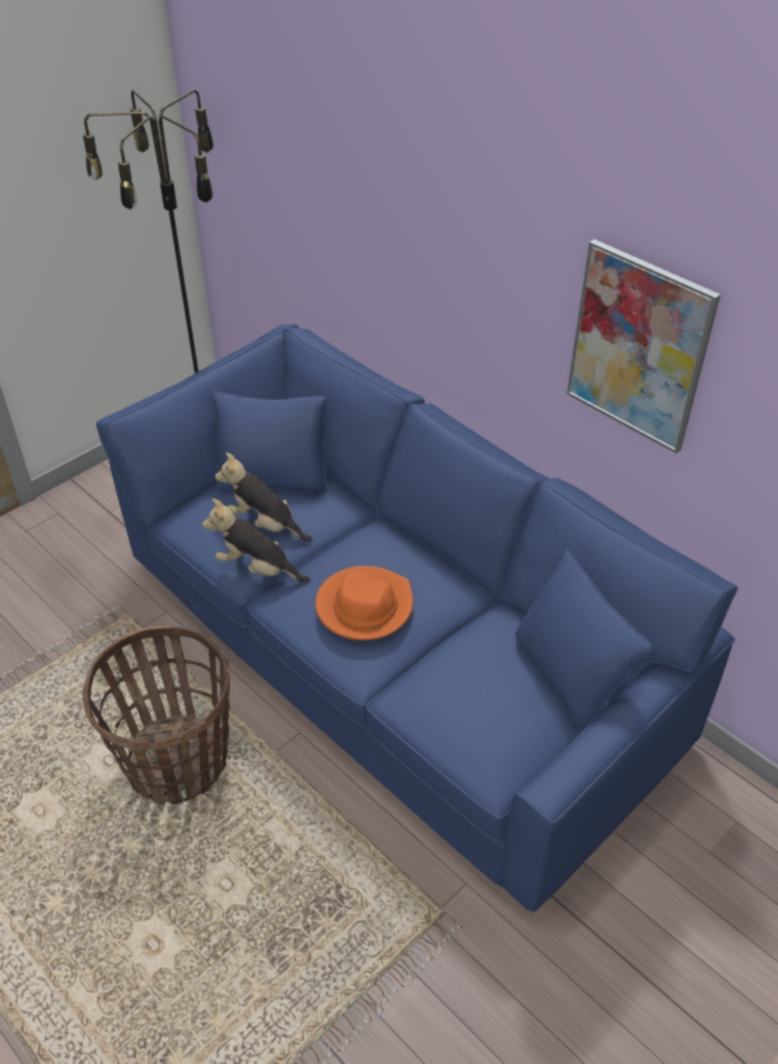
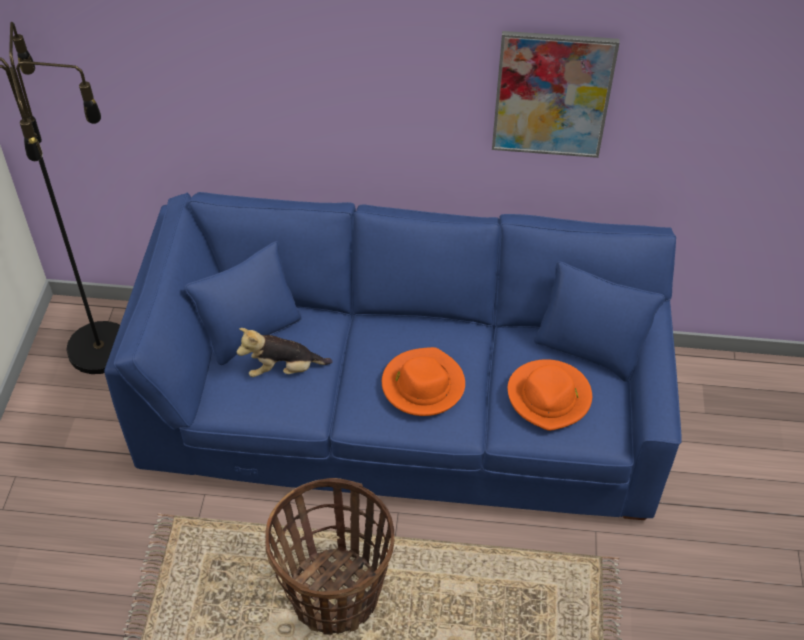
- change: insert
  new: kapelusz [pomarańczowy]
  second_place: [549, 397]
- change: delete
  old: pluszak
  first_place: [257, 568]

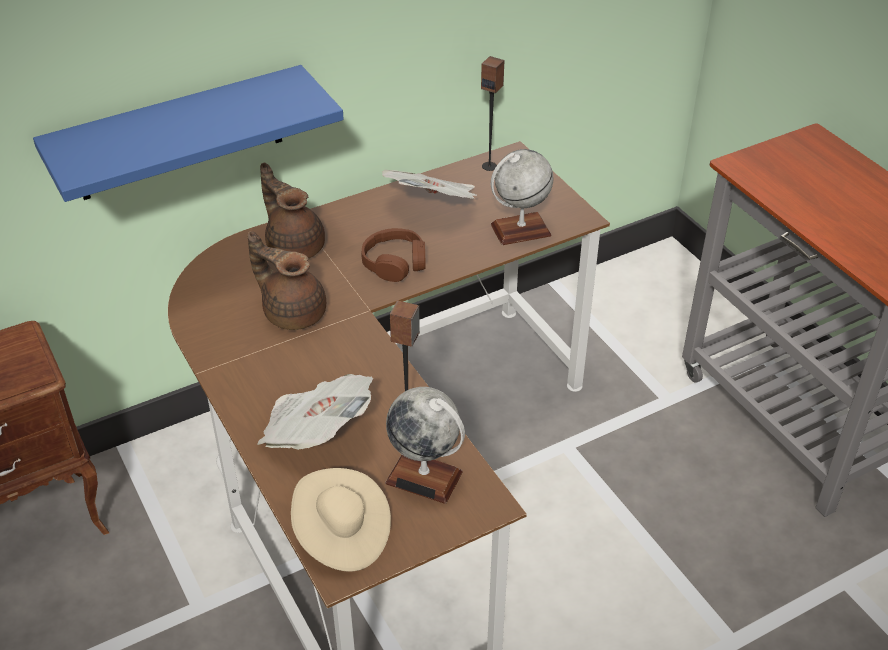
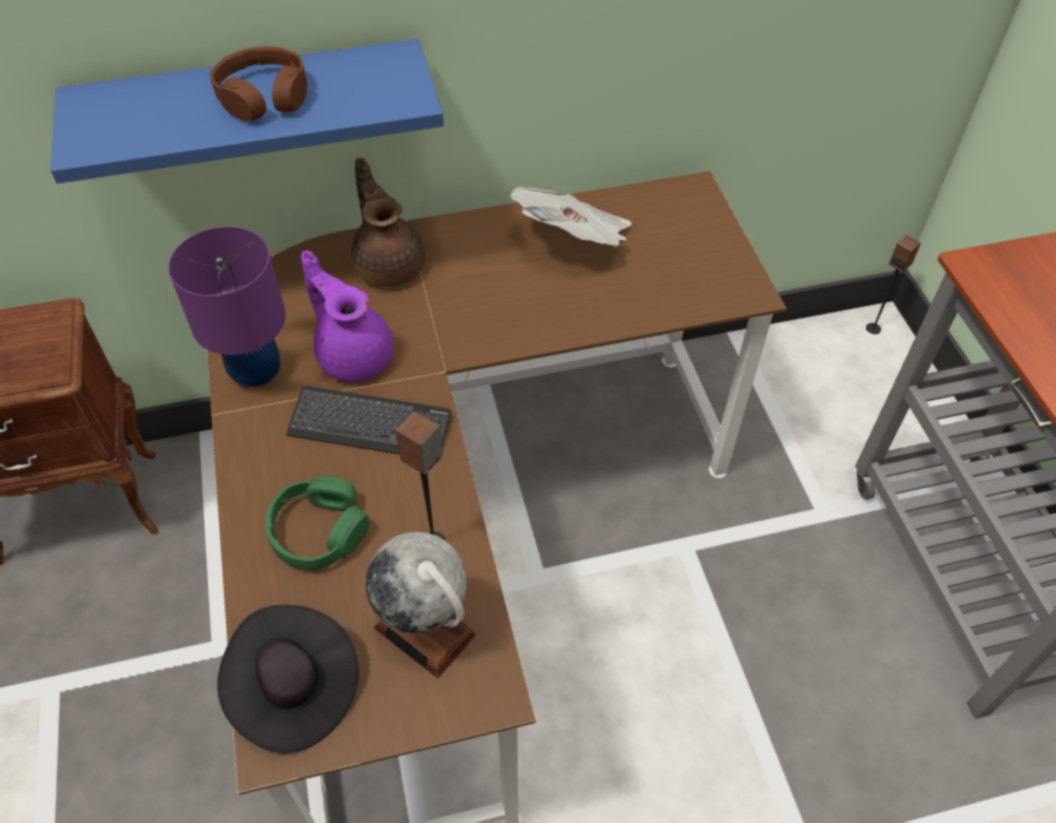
- change: insert
  new: lampa stołowa [fioletowy]
  second_place: [255, 371]
- change: move
  old: słuchawki [brązowy]
  first_place: [395, 263]
  second_place: [264, 97]
- change: recolor
  old: kapelusz [beżowy]
  new: kapelusz [czarny]
  first_place: [341, 535]
  second_place: [293, 690]
- change: replace
  old: gazeta
  new: słuchawki [zielony]
  first_place: [316, 432]
  second_place: [319, 531]
- change: insert
  new: klawiatura
  second_place: [370, 425]
- change: recolor
  old: imbryk [brązowy]
  new: imbryk [fioletowy]
  first_place: [293, 312]
  second_place: [354, 354]
- change: move
  old: głośnik
  first_place: [489, 166]
  second_place: [873, 328]
- change: delete
  old: globus
  first_place: [520, 230]

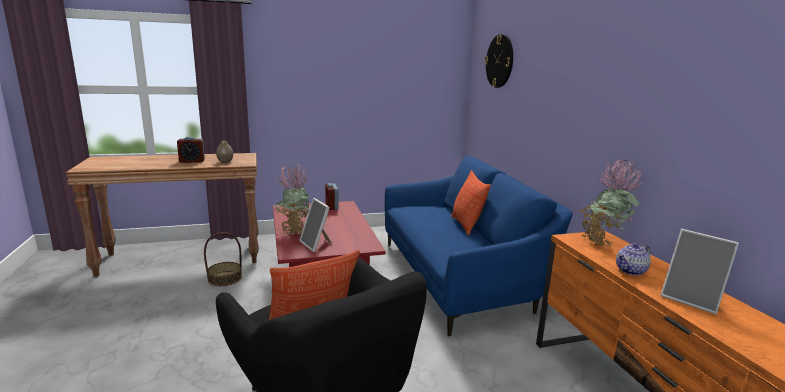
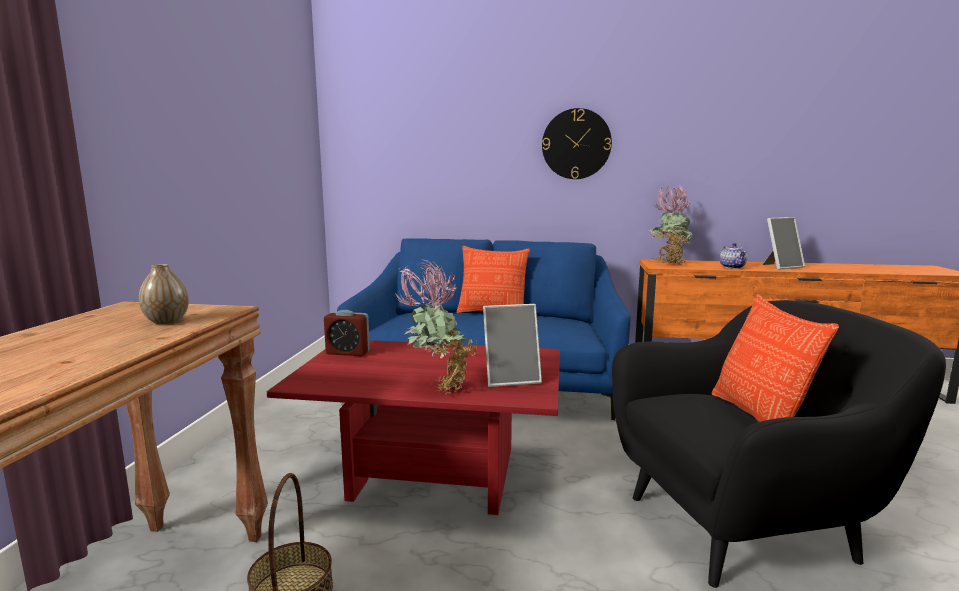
- change: move
  old: zegar ścienny
  first_place: [499, 61]
  second_place: [576, 144]
- change: delete
  old: budzik
  first_place: [192, 161]

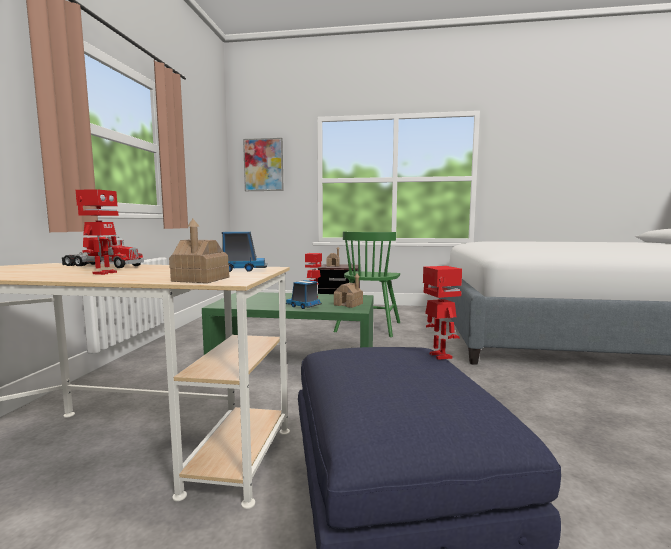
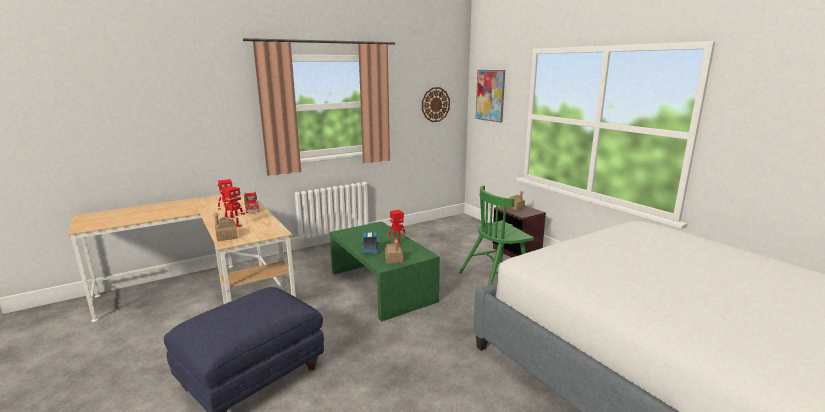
- change: move
  old: robot zabawkowy
  first_place: [439, 356]
  second_place: [235, 226]
- change: insert
  new: zegar ścienny
  second_place: [435, 104]
- change: delete
  old: ciężarówka zabawkowa
  first_place: [241, 269]

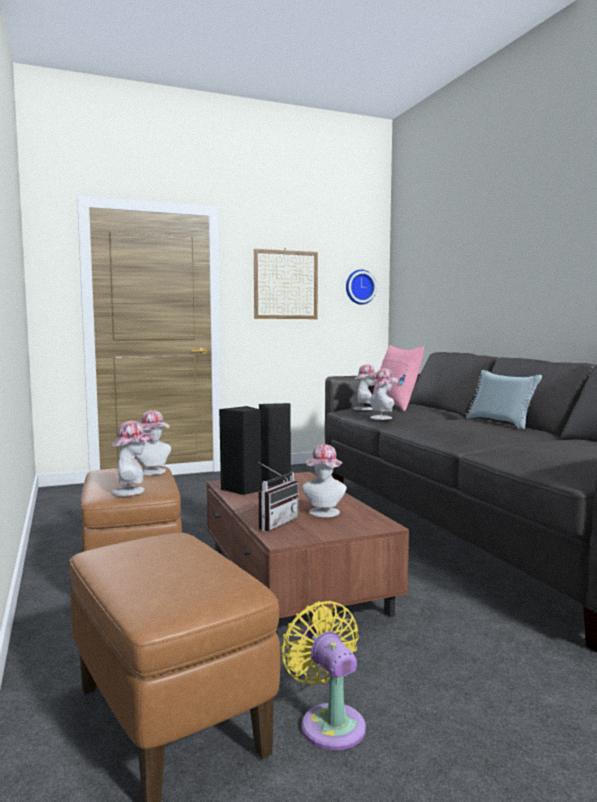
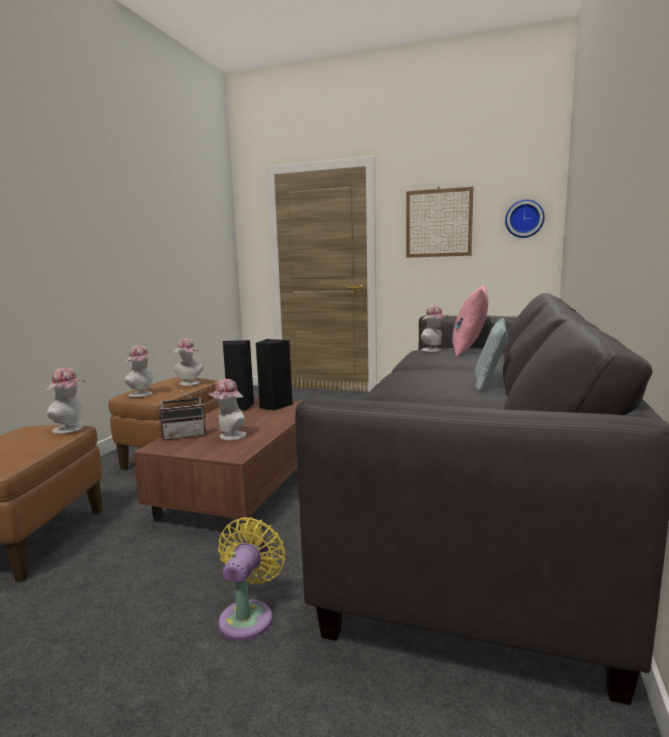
- change: move
  old: kapelusz
  first_place: [383, 417]
  second_place: [71, 429]
- change: move
  old: wentylator [żółty]
  first_place: [329, 722]
  second_place: [248, 616]

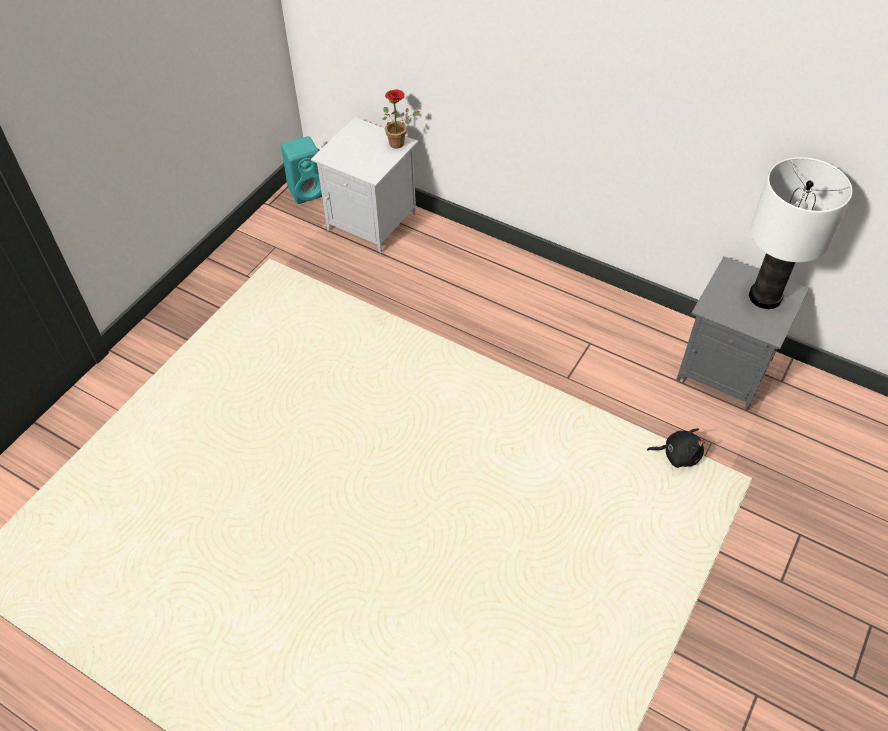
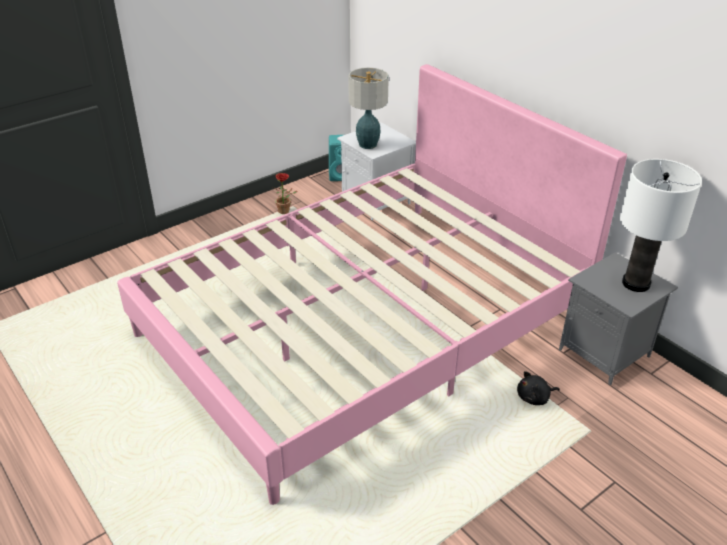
- change: insert
  new: łóżko [różowy]
  second_place: [364, 325]
- change: move
  old: roślina doniczkowa
  first_place: [400, 143]
  second_place: [286, 212]
- change: insert
  new: lampa stołowa
  second_place: [367, 144]
- change: rotate
  old: pluszak [czarny]
  first_place: [678, 455]
  second_place: [534, 398]
  degrees: 135

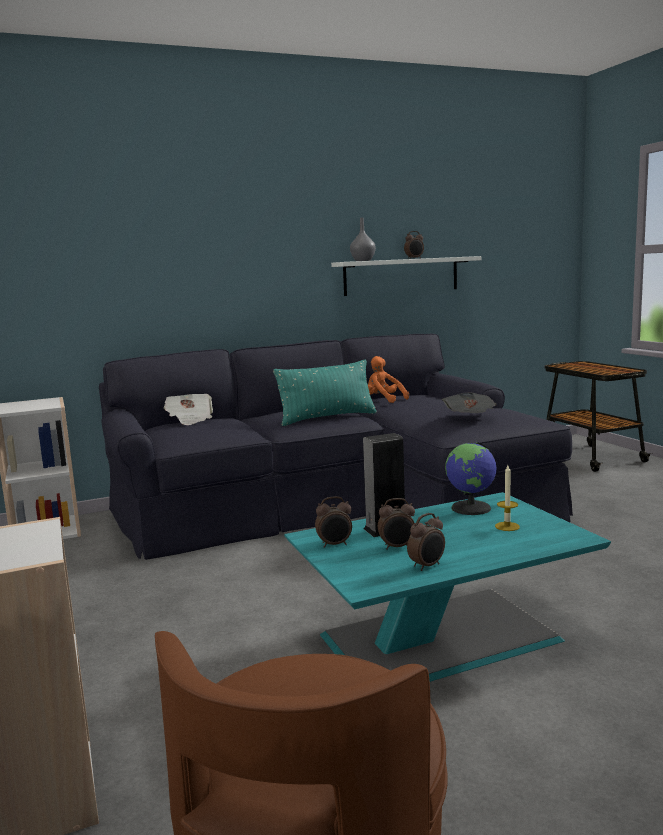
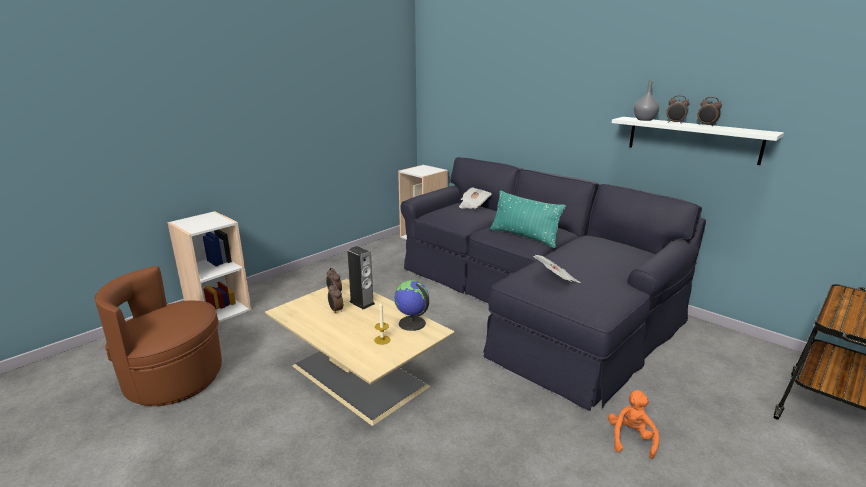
- change: recolor
  old: ława [turkusowy]
  new: ława [beżowy]
  first_place: [443, 636]
  second_place: [361, 376]
- change: move
  old: pluszak [pomarańczowy]
  first_place: [383, 400]
  second_place: [630, 439]
- change: move
  old: budzik
  first_place: [427, 566]
  second_place: [675, 123]

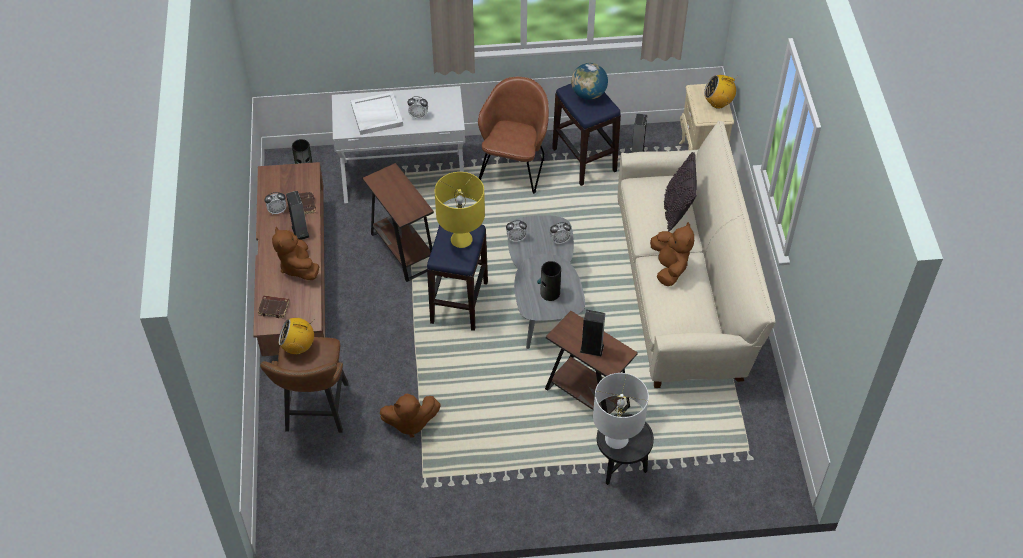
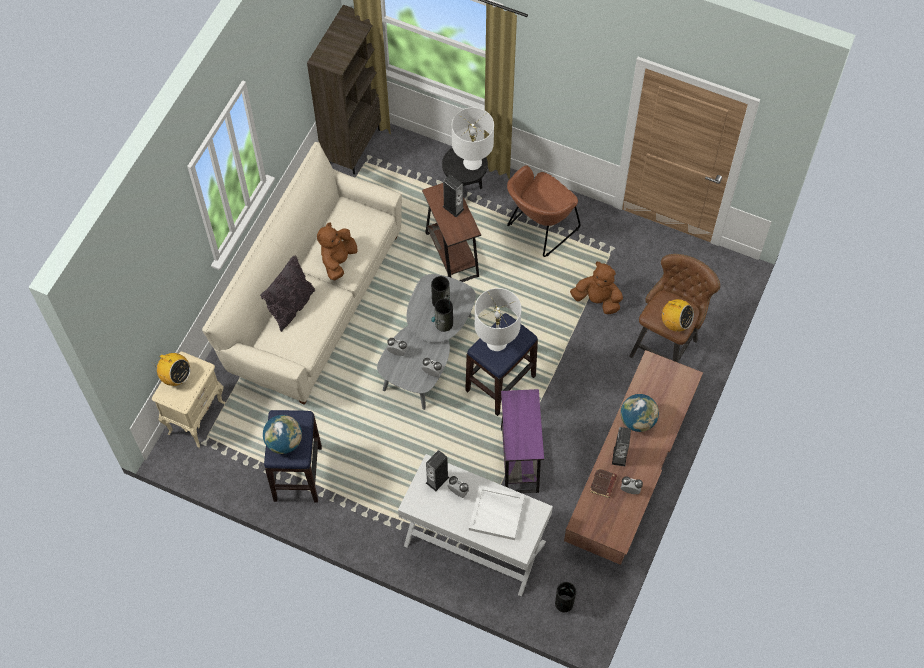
- change: insert
  new: regał [brązowy]
  second_place: [354, 146]
- change: move
  old: głośnik
  first_place: [637, 152]
  second_place: [437, 480]
- change: insert
  new: wazon
  second_place: [444, 324]
- change: recolor
  old: lampa stołowa [żółty]
  new: lampa stołowa [biały]
  first_place: [461, 241]
  second_place: [496, 343]
- change: recolor
  old: stolik [brązowy]
  new: stolik [fioletowy]
  first_place: [403, 250]
  second_place: [519, 459]
- change: move
  old: fotel [brązowy]
  first_place: [514, 167]
  second_place: [539, 228]
- change: replace
  old: pluszak [brązowy]
  new: globus
  first_place: [298, 266]
  second_place: [637, 420]
- change: delete
  old: książka [brązowy]
  first_place: [274, 308]

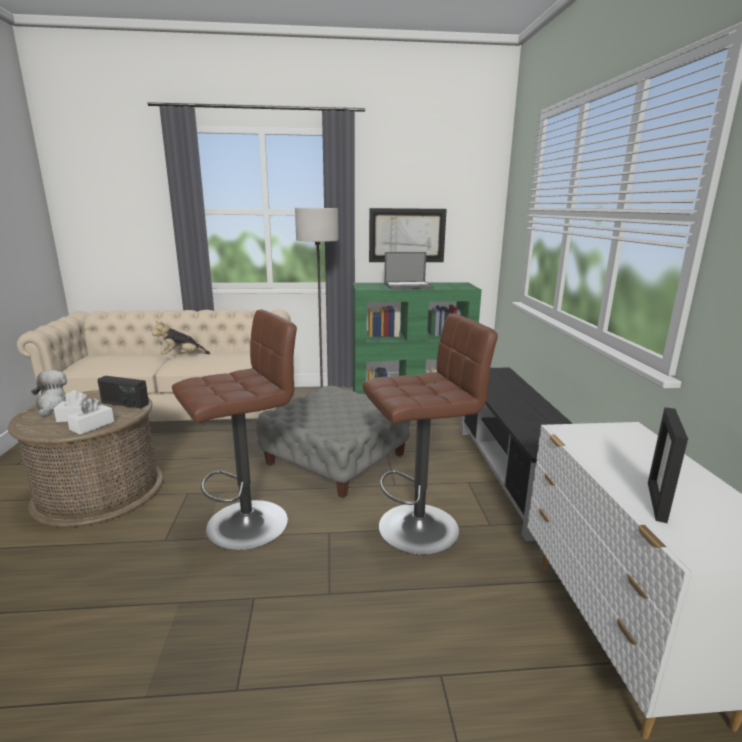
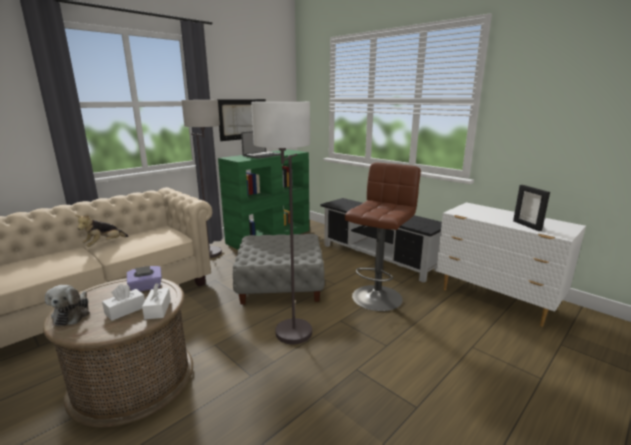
- change: rotate
  old: pluszak
  first_place: [53, 406]
  second_place: [73, 314]
  degrees: -135
- change: replace
  old: radio
  new: pudełko chusteczek [fioletowy]
  first_place: [125, 403]
  second_place: [146, 287]
- change: replace
  old: stołek [brązowy]
  new: lampa stojąca [biały]
  first_place: [248, 524]
  second_place: [290, 339]

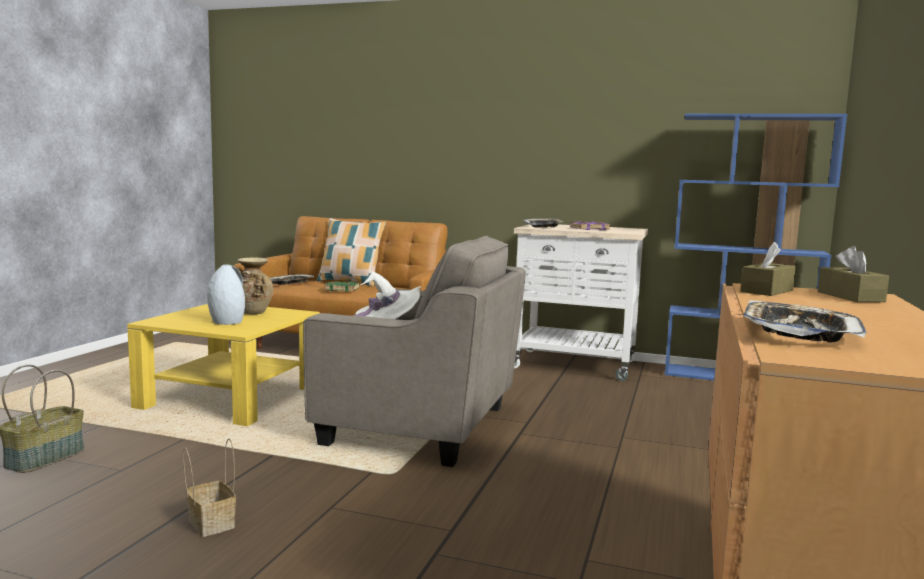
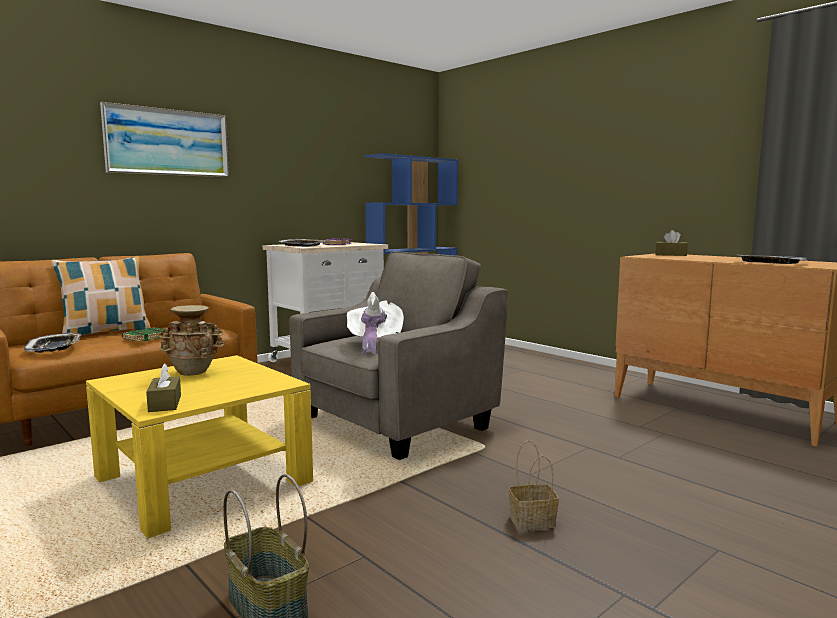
- change: insert
  new: obraz
  second_place: [168, 142]
- change: move
  old: pudełko chusteczek [brązowy]
  first_place: [766, 291]
  second_place: [165, 403]
- change: delete
  old: wazon [szary]
  first_place: [227, 322]

